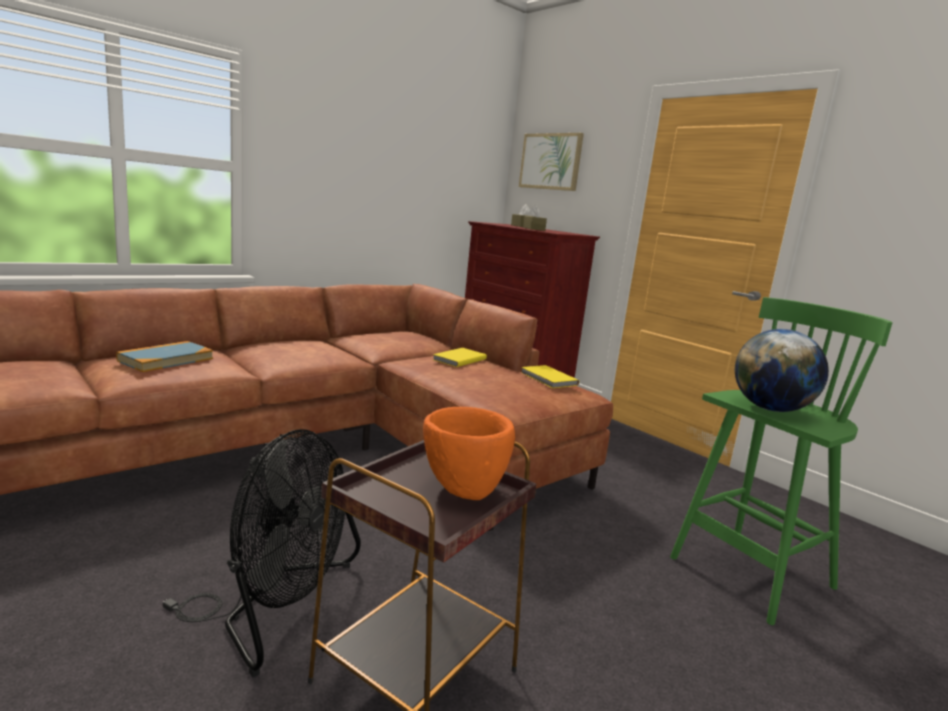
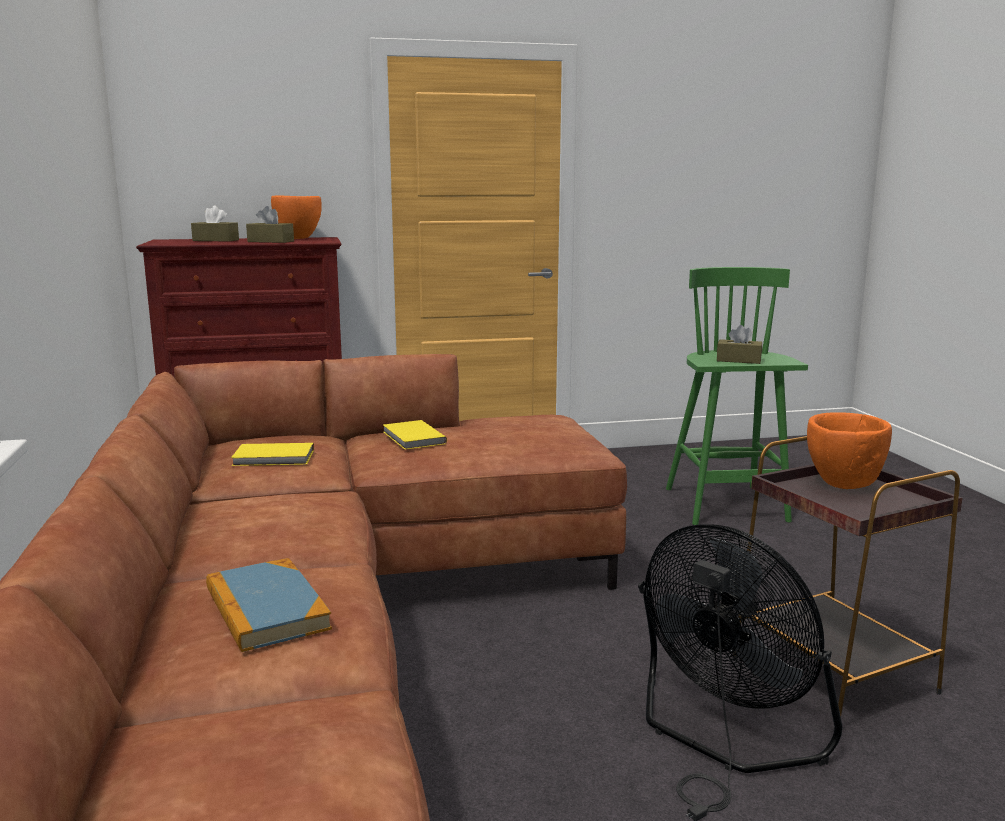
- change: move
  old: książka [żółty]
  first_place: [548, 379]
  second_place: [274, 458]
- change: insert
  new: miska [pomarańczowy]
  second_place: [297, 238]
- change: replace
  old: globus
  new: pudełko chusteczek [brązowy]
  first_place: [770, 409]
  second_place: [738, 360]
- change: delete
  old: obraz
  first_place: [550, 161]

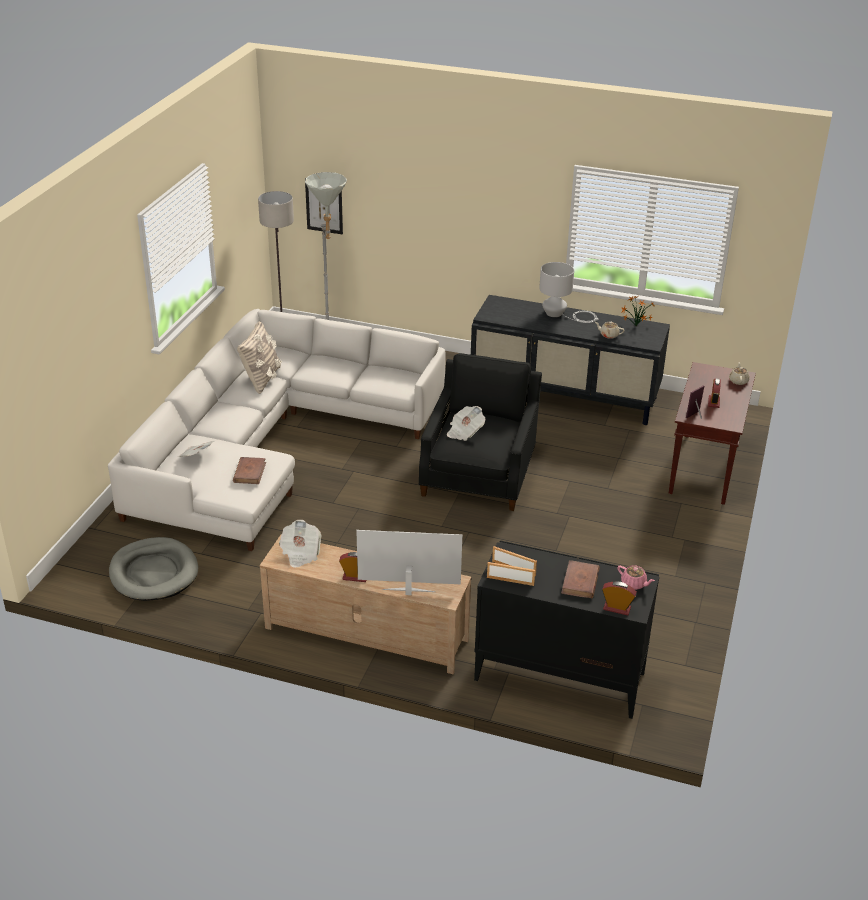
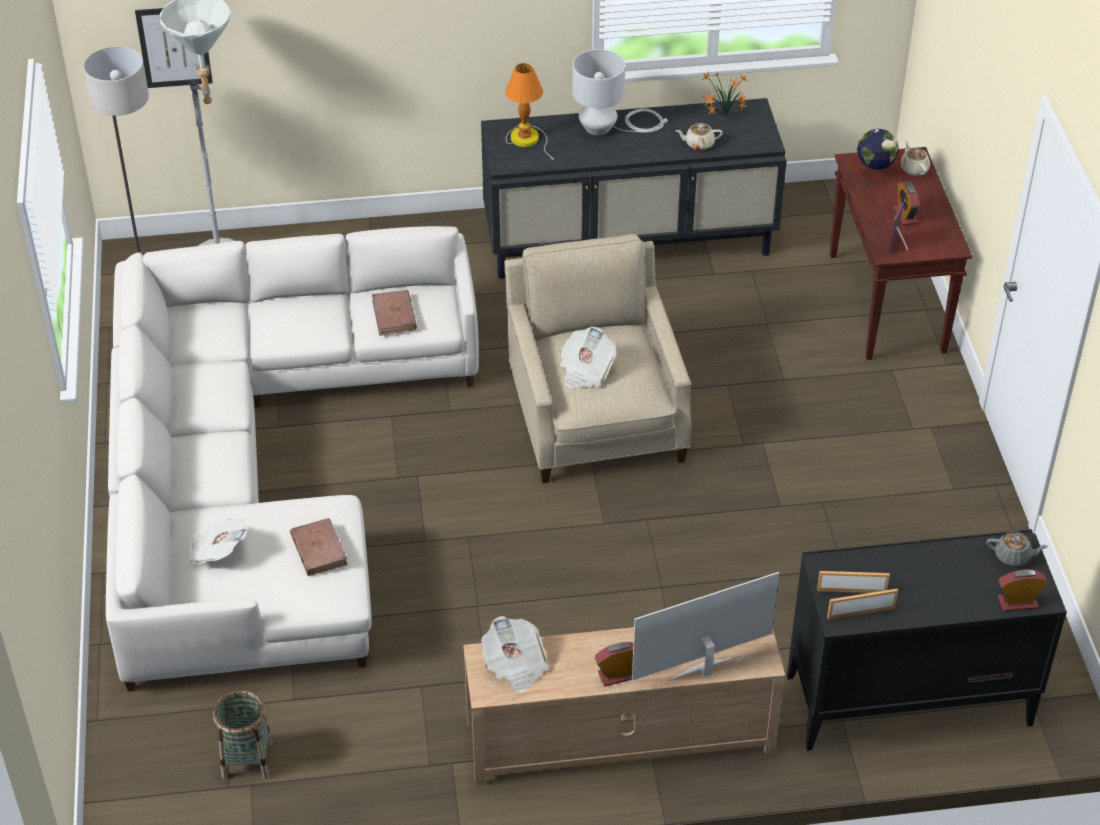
- change: replace
  old: legowisko [szary]
  new: koszyk
  first_place: [154, 573]
  second_place: [247, 759]
- change: move
  old: książka [brązowy]
  first_place: [580, 582]
  second_place: [394, 315]
- change: recolor
  old: fotel [czarny]
  new: fotel [beżowy]
  first_place: [479, 472]
  second_place: [596, 414]
- change: insert
  new: lampa stołowa
  second_place: [528, 139]
- change: insert
  new: globus
  second_place: [874, 174]
- change: recolor
  old: imbryk [różowy]
  new: imbryk [szary]
  first_place: [634, 584]
  second_place: [1013, 557]
- change: delete
  old: poduszka [beżowy]
  first_place: [262, 379]

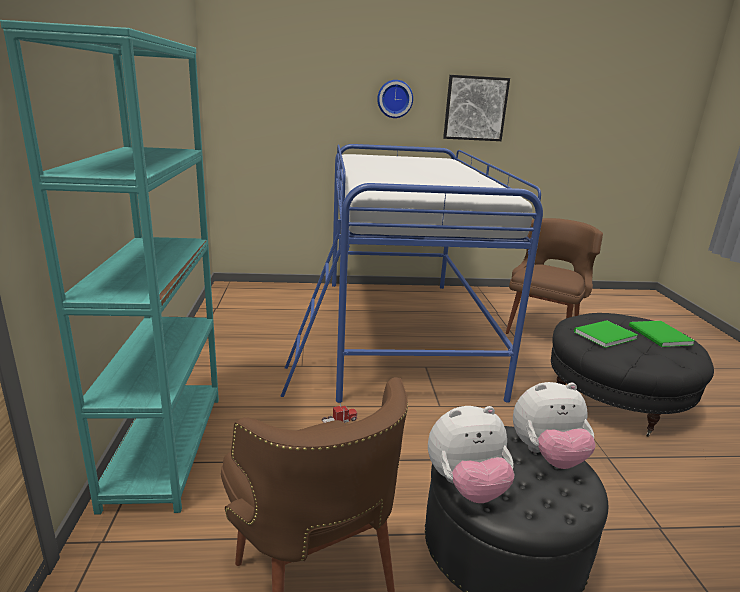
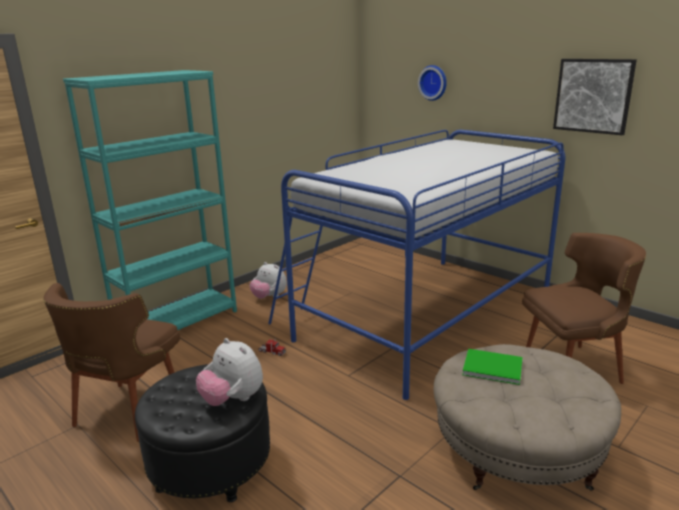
- change: move
  old: pluszak
  first_place: [466, 486]
  second_place: [269, 297]
- change: move
  old: zegar ścienny
  first_place: [394, 99]
  second_place: [433, 82]
- change: recolor
  old: pufa [czarny]
  new: pufa [beżowy]
  first_place: [615, 398]
  second_place: [517, 450]
- change: delete
  old: książka [zielony]
  first_place: [659, 336]

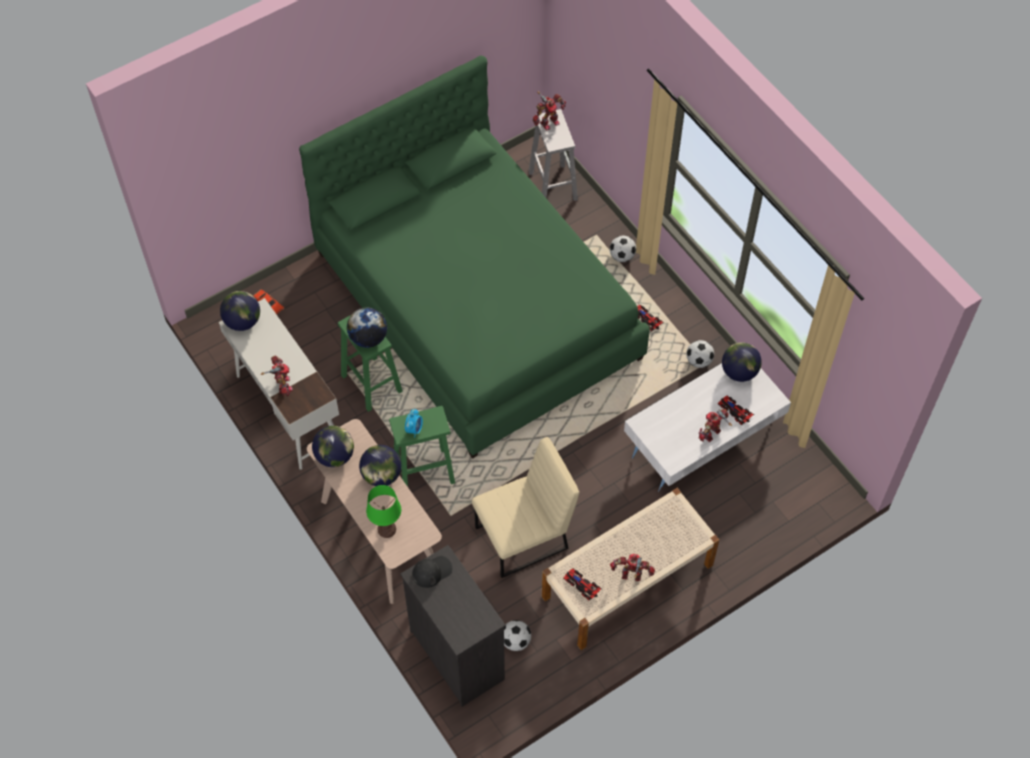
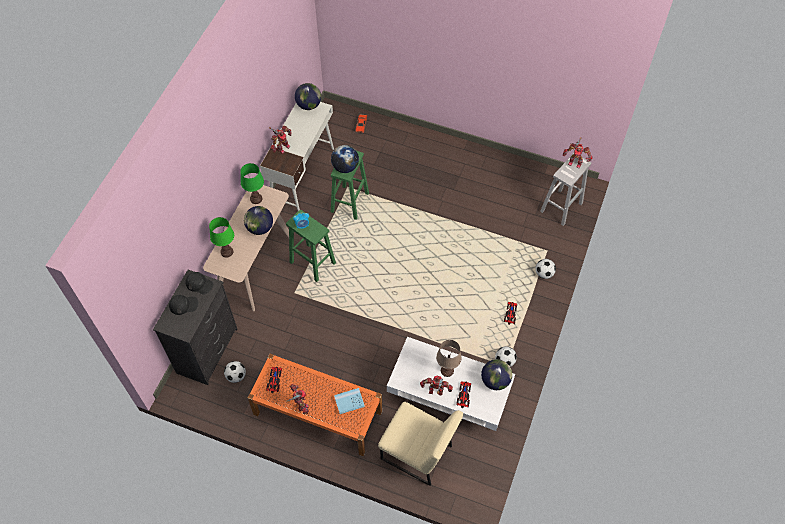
- change: insert
  new: czapka z daszkiem [czarny]
  second_place: [184, 305]
- change: replace
  old: globus
  new: lampa stołowa [zielony]
  first_place: [335, 456]
  second_place: [256, 199]
- change: recolor
  old: ławka [beżowy]
  new: ławka [pomarańczowy]
  first_place: [628, 581]
  second_place: [317, 413]
- change: insert
  new: książka [niebieski]
  second_place: [349, 401]
- change: move
  old: krzesło [beżowy]
  first_place: [524, 537]
  second_place: [418, 454]
- change: insert
  new: lampa stołowa [brązowy]
  second_place: [447, 370]
- change: delete
  old: łóżko [zielony]
  first_place: [477, 304]

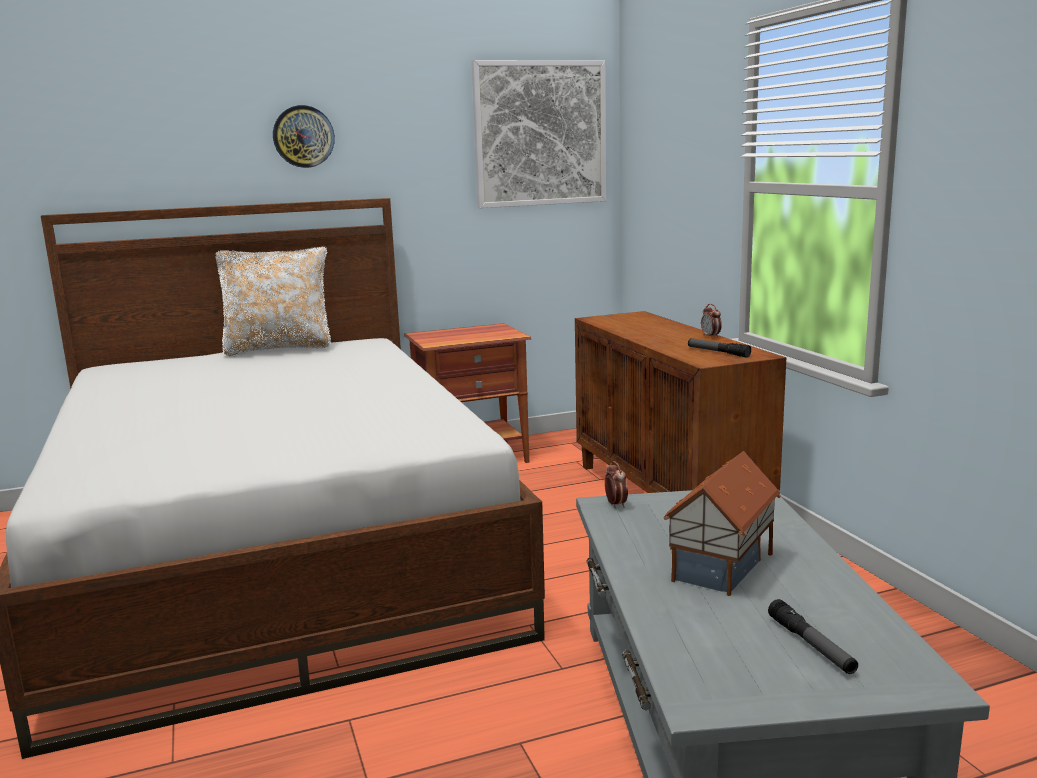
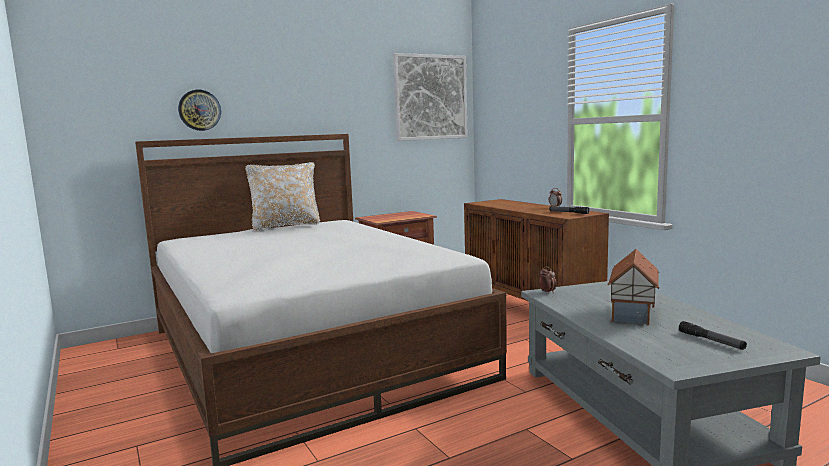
- change: move
  old: zegar ścienny
  first_place: [303, 136]
  second_place: [199, 110]

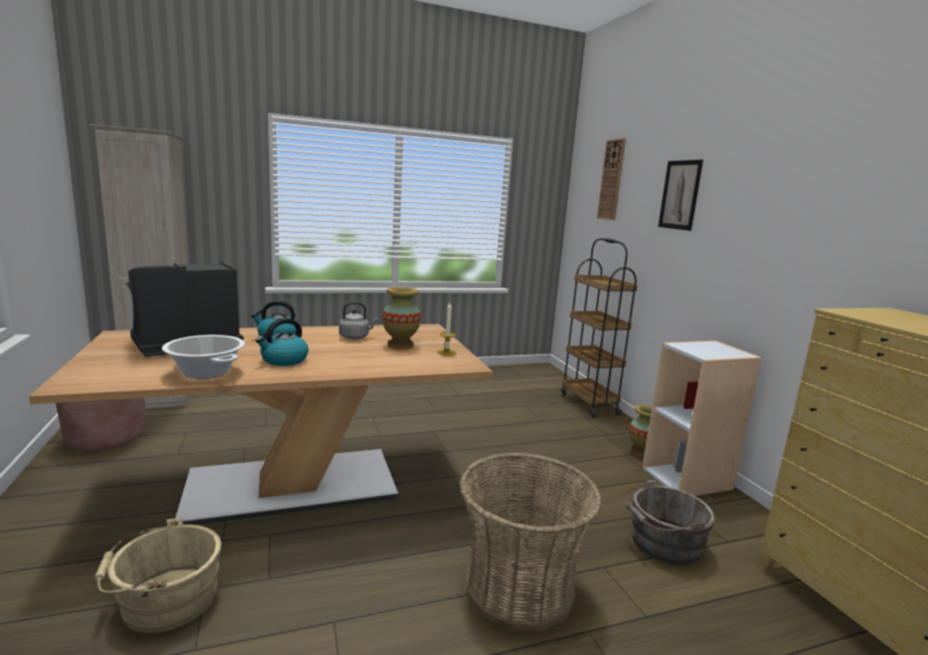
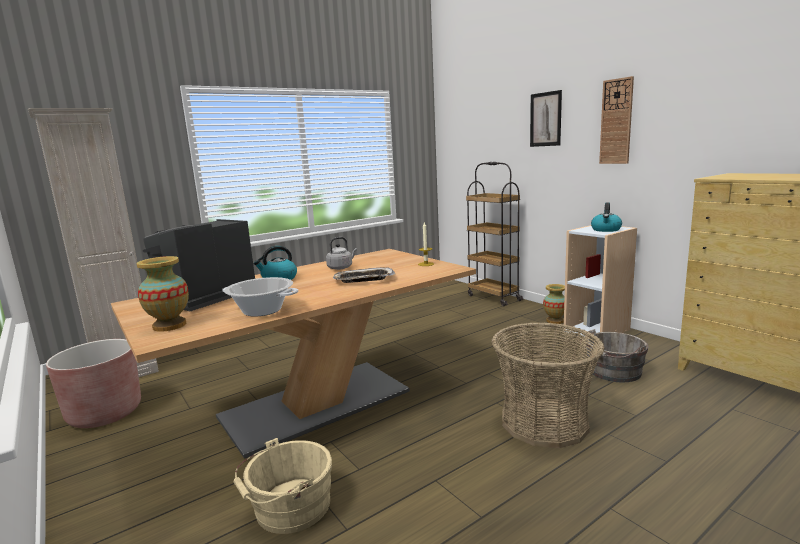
- change: move
  old: wazon
  first_place: [400, 345]
  second_place: [170, 325]
- change: insert
  new: taca
  second_place: [363, 280]
- change: move
  old: czajnik
  first_place: [284, 360]
  second_place: [606, 230]
- change: move
  old: zegar ścienny
  first_place: [611, 180]
  second_place: [616, 122]

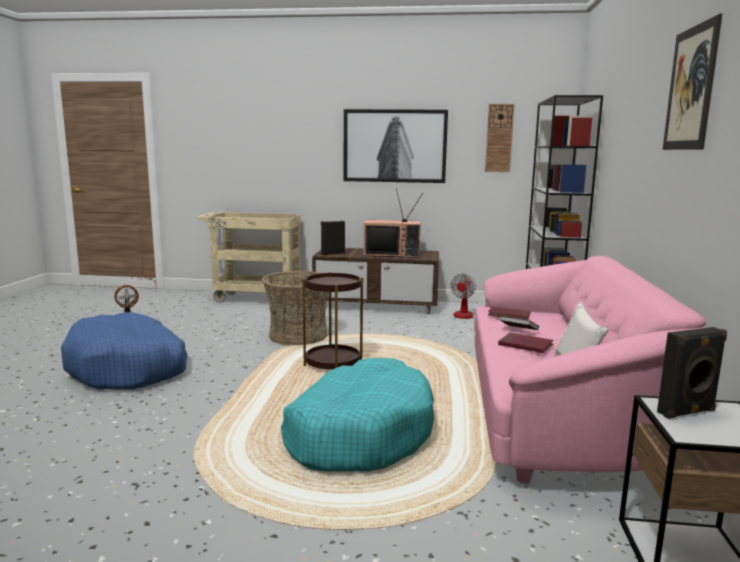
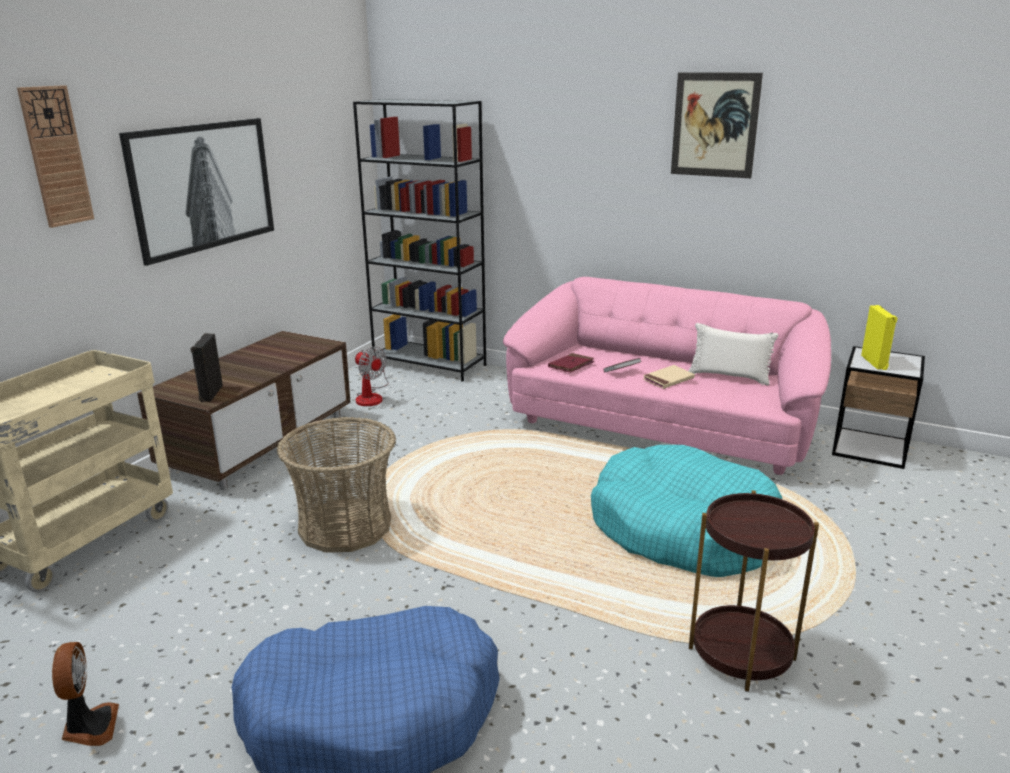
- change: move
  old: zegar ścienny
  first_place: [499, 138]
  second_place: [56, 156]
- change: recolor
  old: książka [czerwony]
  new: książka [beżowy]
  first_place: [525, 345]
  second_place: [668, 379]
- change: move
  old: stolik [brązowy]
  first_place: [333, 365]
  second_place: [741, 653]
- change: recolor
  old: głośnik [czarny]
  new: głośnik [żółty]
  first_place: [687, 412]
  second_place: [875, 362]
- change: delete
  old: telewizor
  first_place: [392, 254]

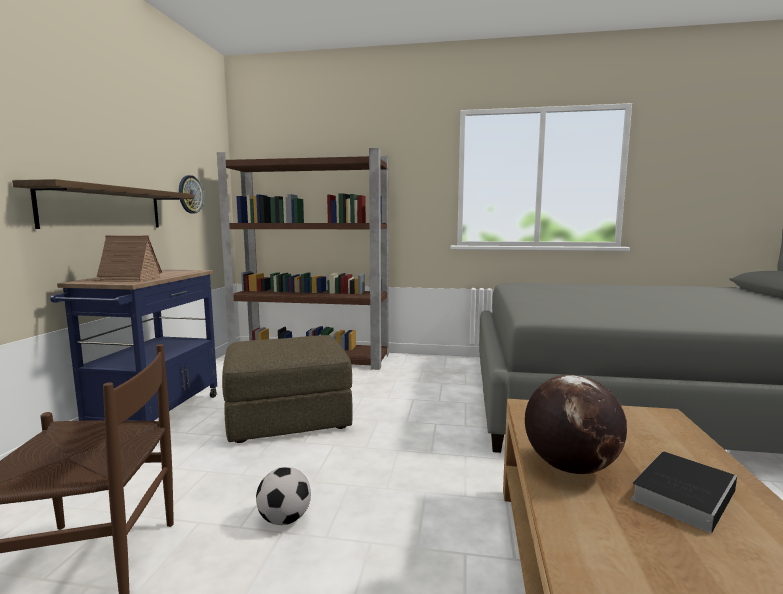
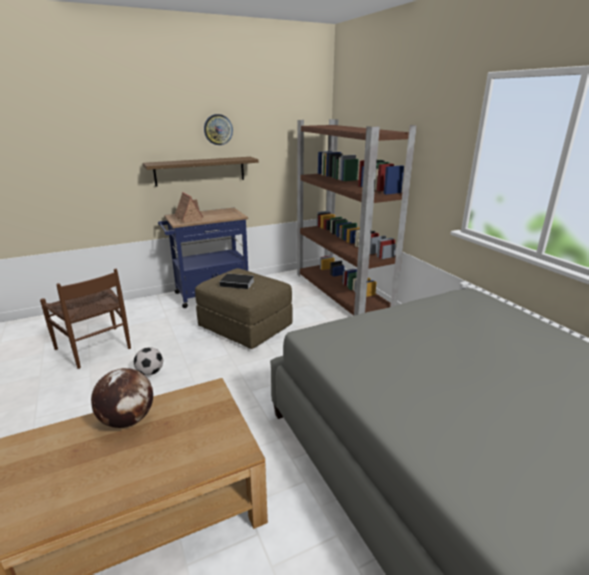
- change: move
  old: zegar ścienny
  first_place: [190, 194]
  second_place: [218, 129]
- change: move
  old: książka
  first_place: [683, 493]
  second_place: [238, 283]

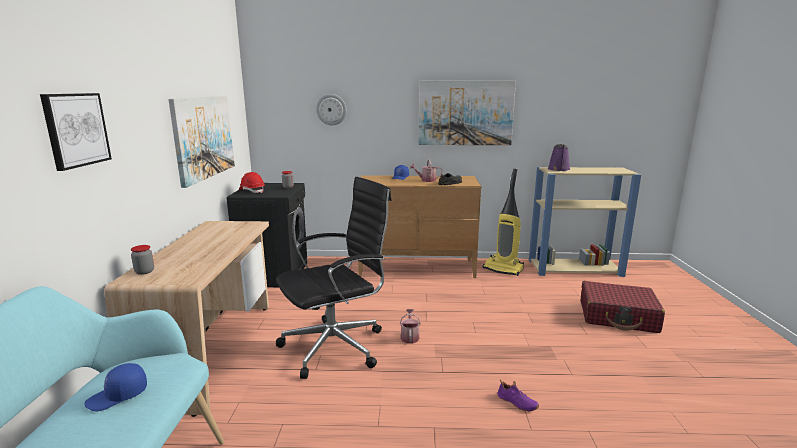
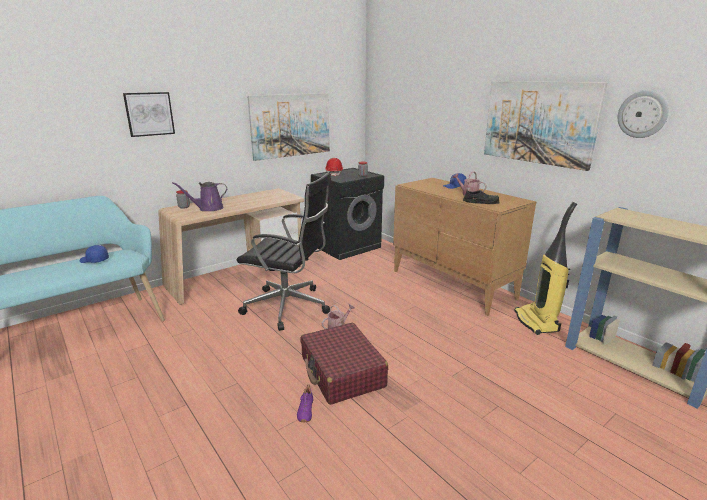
- change: move
  old: konewka [fioletowy]
  first_place: [559, 169]
  second_place: [208, 208]
- change: move
  old: walizka [czerwony]
  first_place: [618, 316]
  second_place: [342, 372]
- change: move
  old: zegar ścienny
  first_place: [331, 109]
  second_place: [642, 114]

